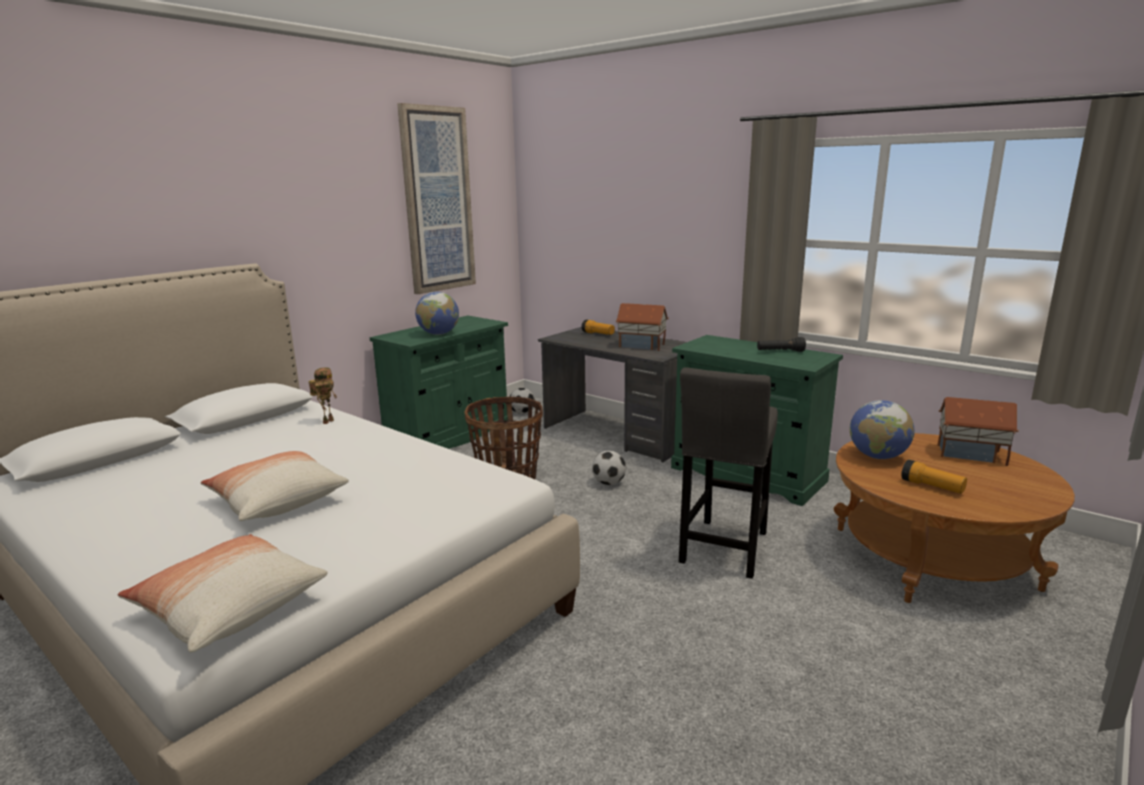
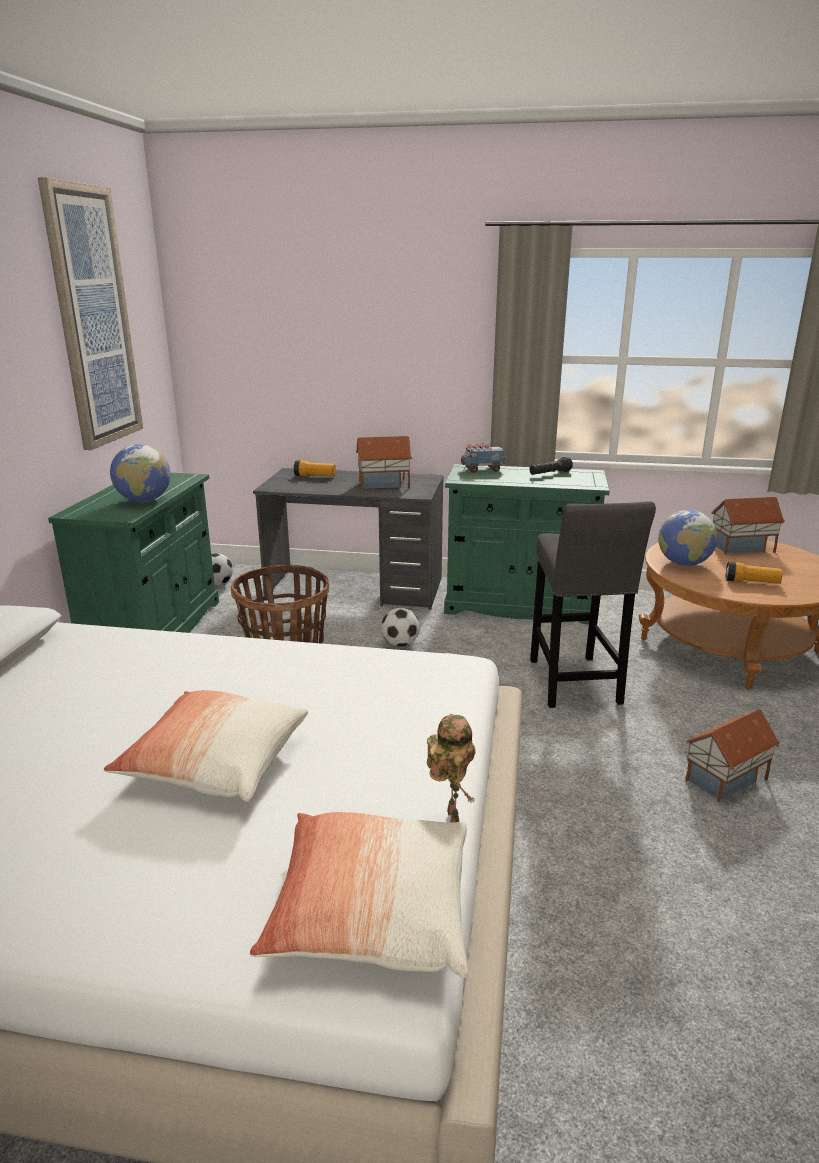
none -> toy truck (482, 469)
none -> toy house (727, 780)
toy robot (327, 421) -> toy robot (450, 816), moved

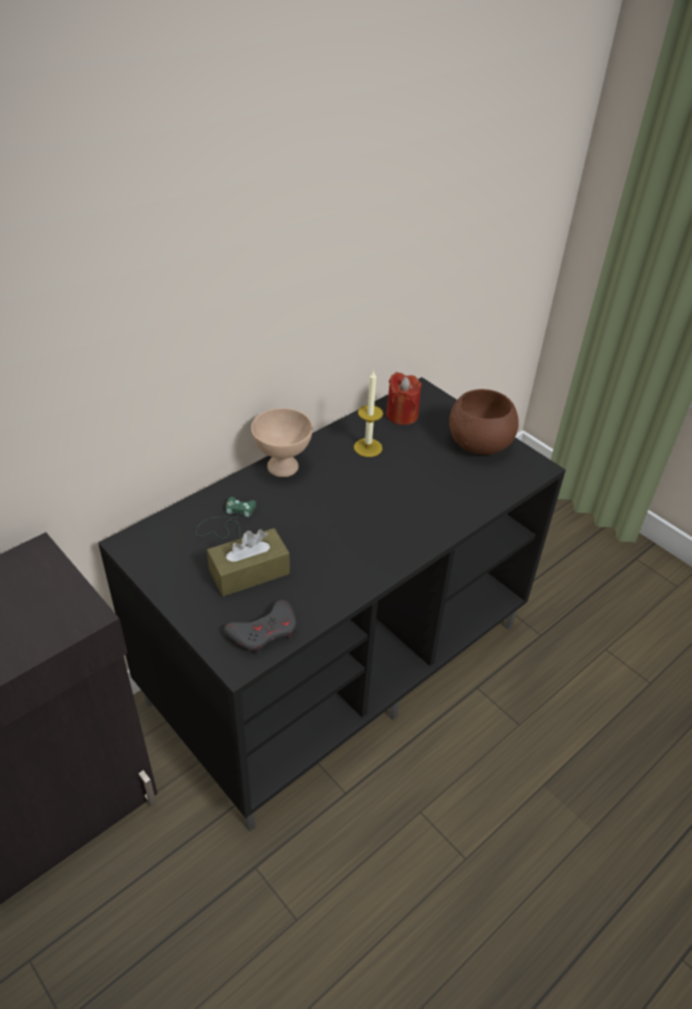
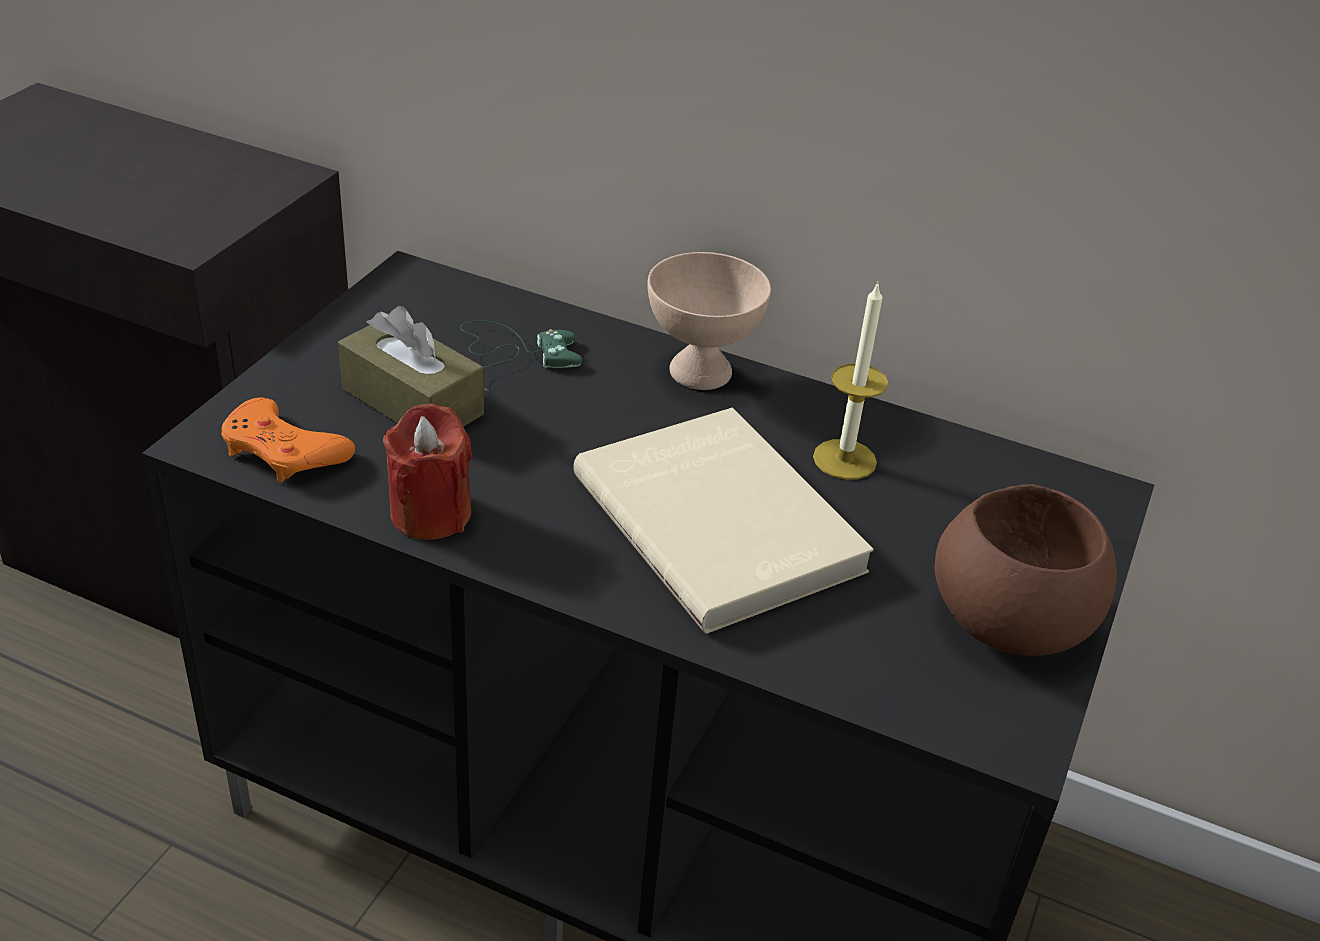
none -> beige book (722, 522)
red candle (402, 415) -> red candle (430, 514), moved
grey game controller (264, 631) -> orange game controller (284, 451)

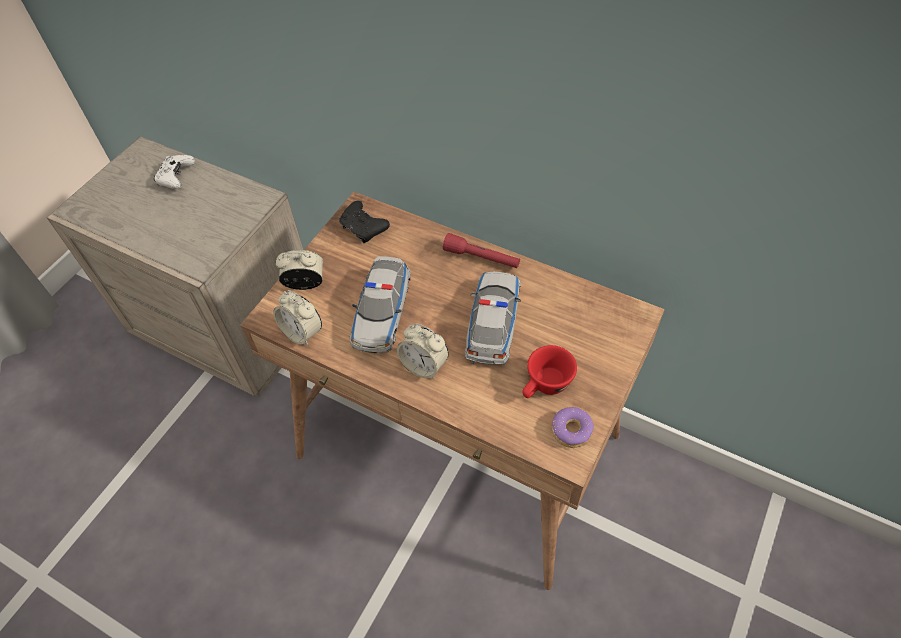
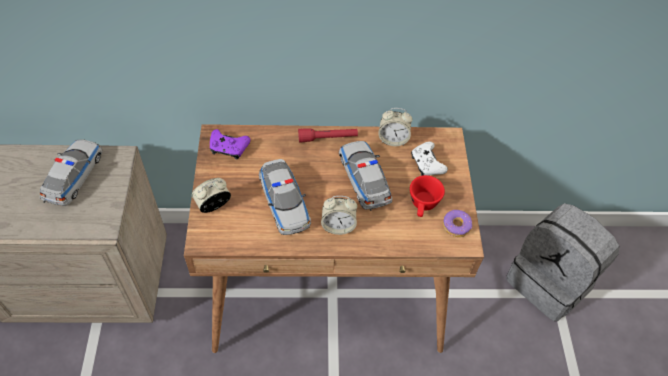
none -> toy car (74, 176)
none -> grey backpack (549, 282)
white game controller (176, 177) -> white game controller (426, 164), moved
alarm clock (302, 332) -> alarm clock (393, 139), moved
black game controller (363, 228) -> purple game controller (228, 148)

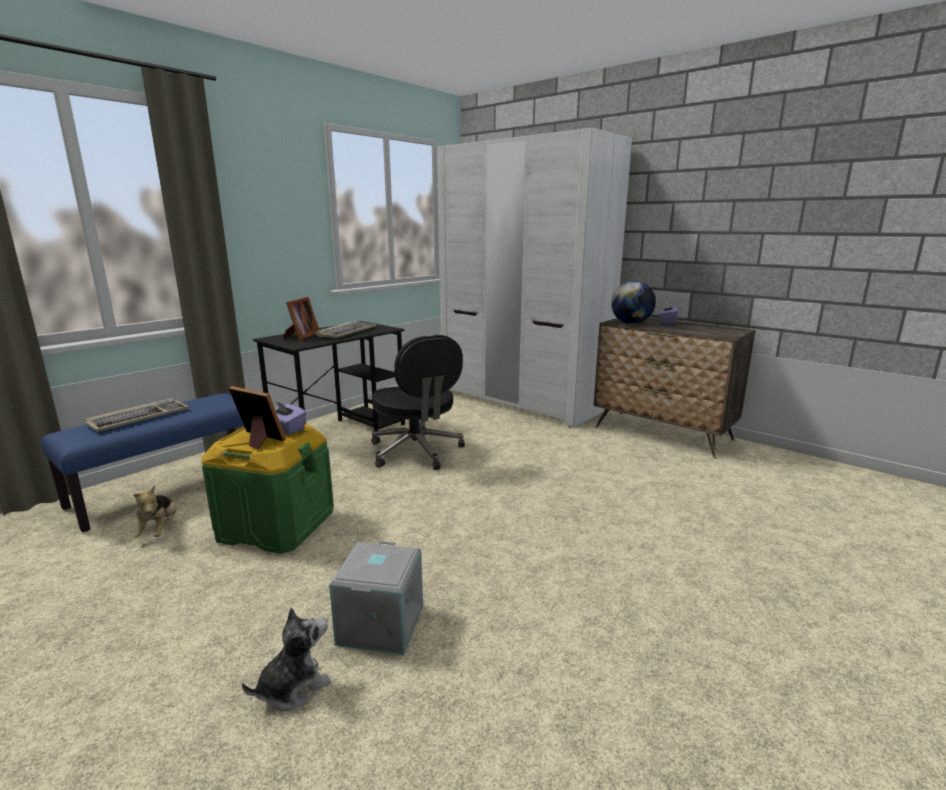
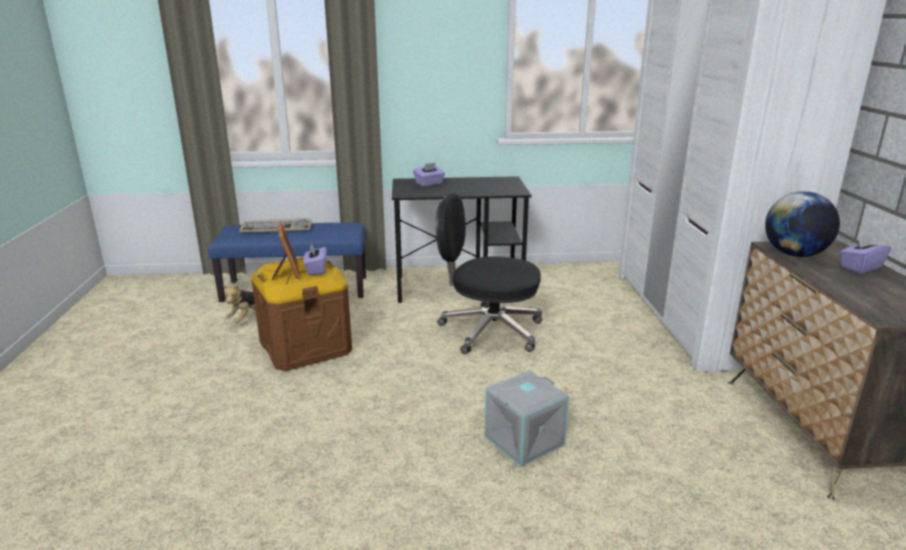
plush toy (293, 687) -> none
keyboard (346, 332) -> none
grey storage box (382, 625) -> grey storage box (524, 441), moved
picture frame (301, 336) -> purple tissue box (429, 184)
green storage box (276, 525) -> brown storage box (305, 347)
black office chair (417, 452) -> black office chair (488, 330), 90 degrees clockwise

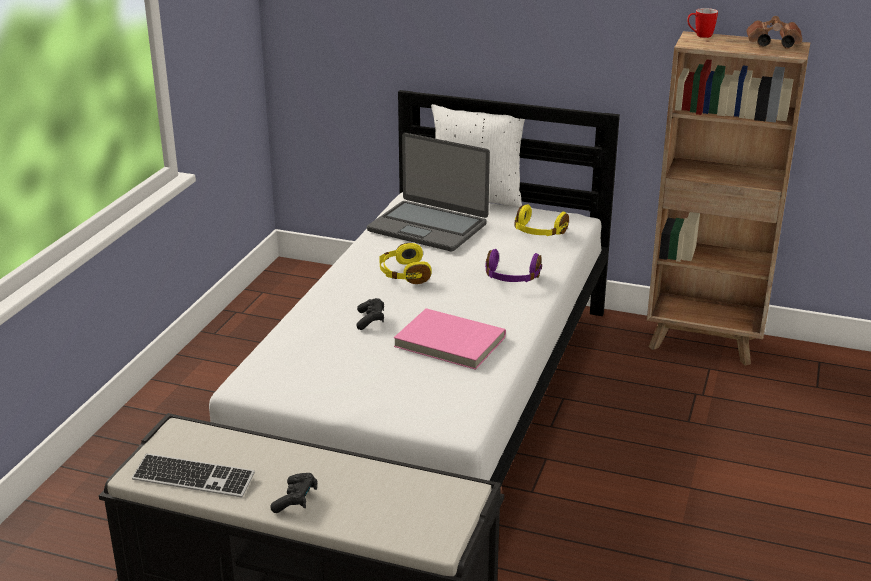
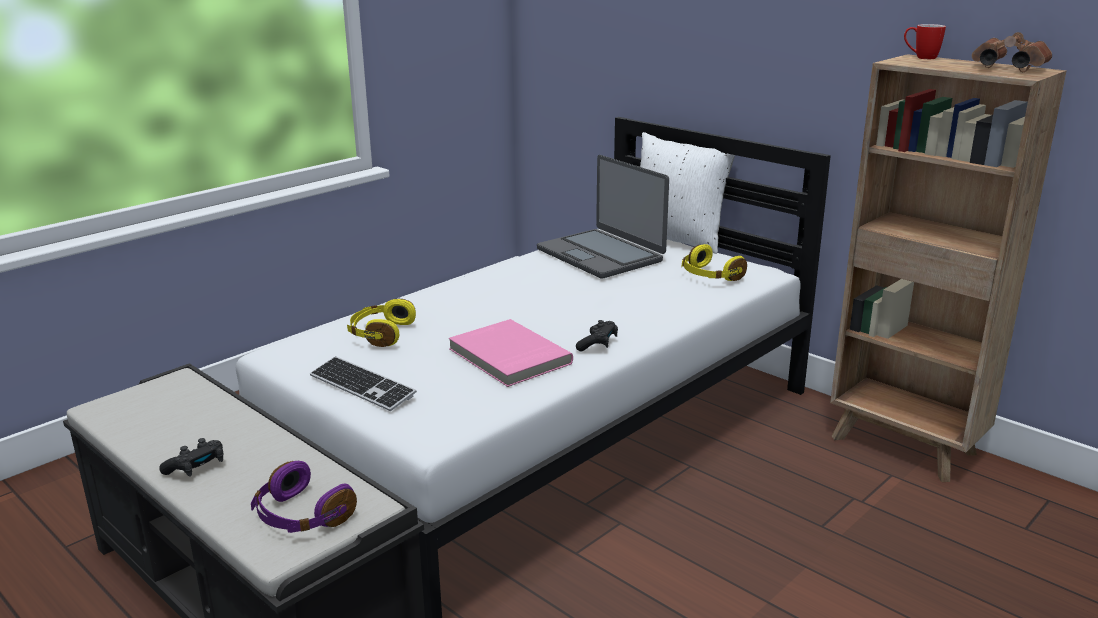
keyboard (193, 478) -> keyboard (362, 386), moved
black game controller (370, 320) -> black game controller (597, 344), moved
yellow headphones (403, 274) -> yellow headphones (380, 334), moved
purple headphones (511, 278) -> purple headphones (301, 516), moved

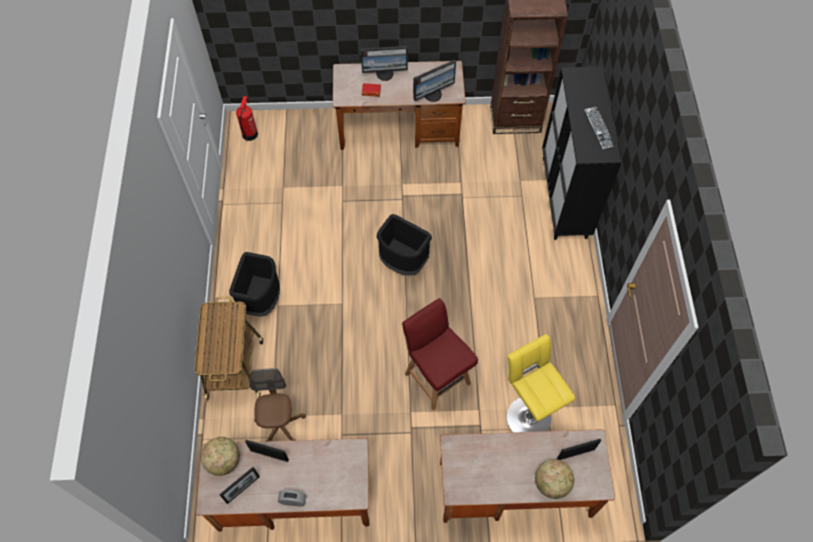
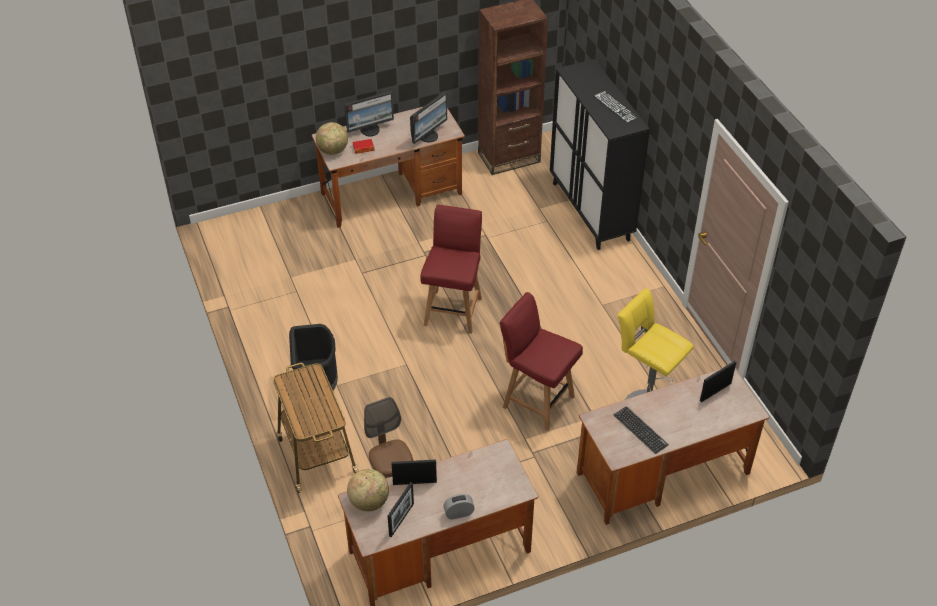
fire extinguisher (250, 134) -> none
none -> keyboard (640, 430)
globe (551, 483) -> globe (333, 151), moved
black trash can (403, 262) -> red chair (453, 310)

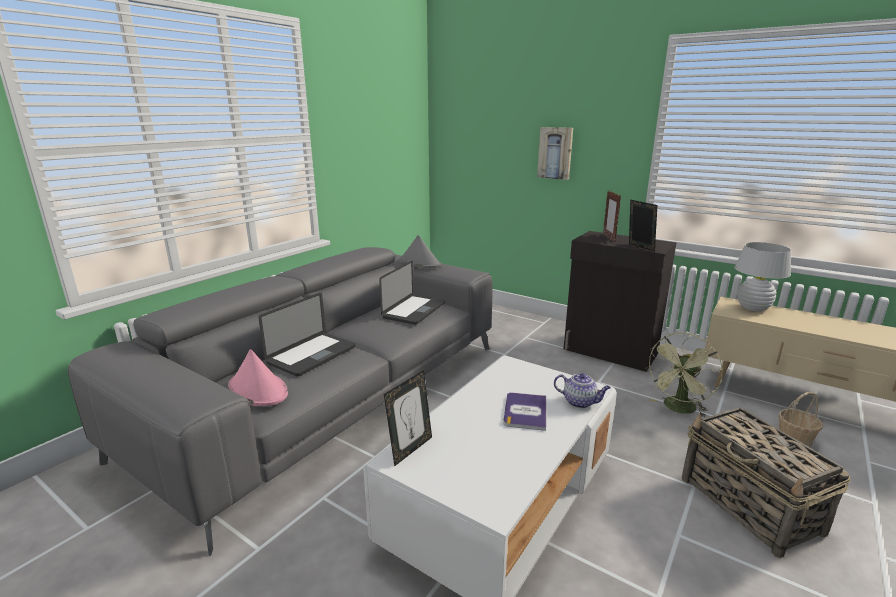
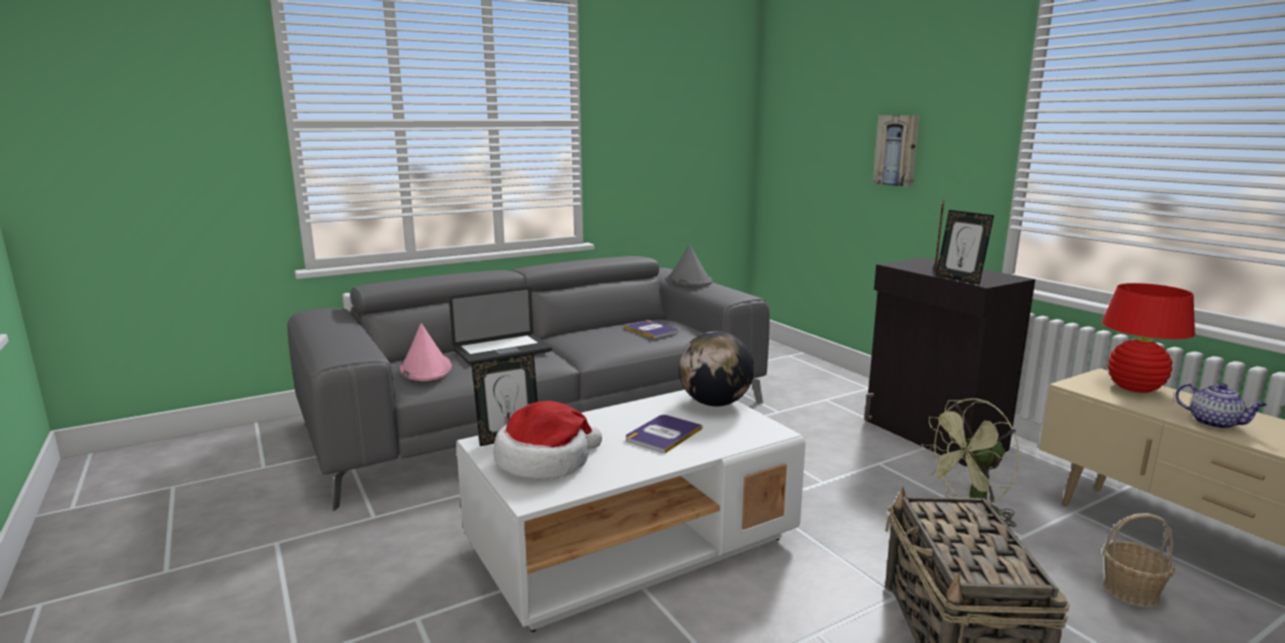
none -> hat (545, 461)
none -> globe (715, 403)
teapot (580, 402) -> teapot (1215, 423), moved
laptop (414, 310) -> book (652, 330)
white table lamp (753, 308) -> red table lamp (1135, 388)
picture frame (639, 248) -> picture frame (960, 279), 150 degrees clockwise

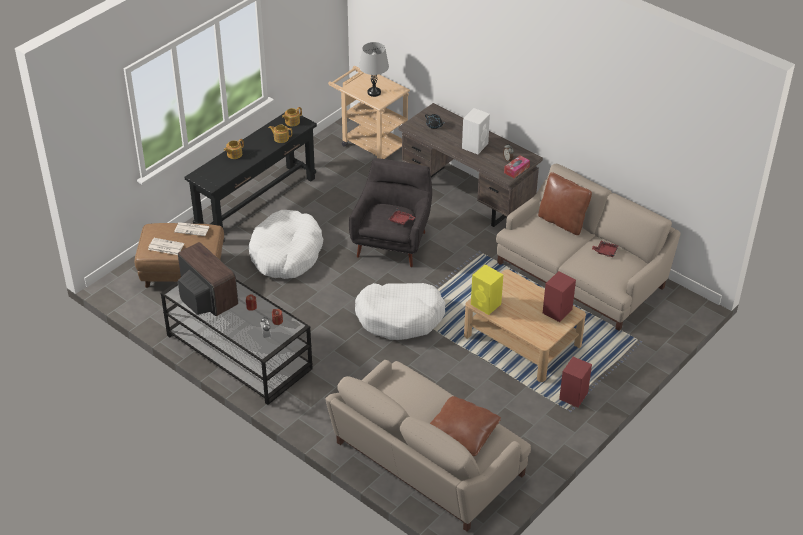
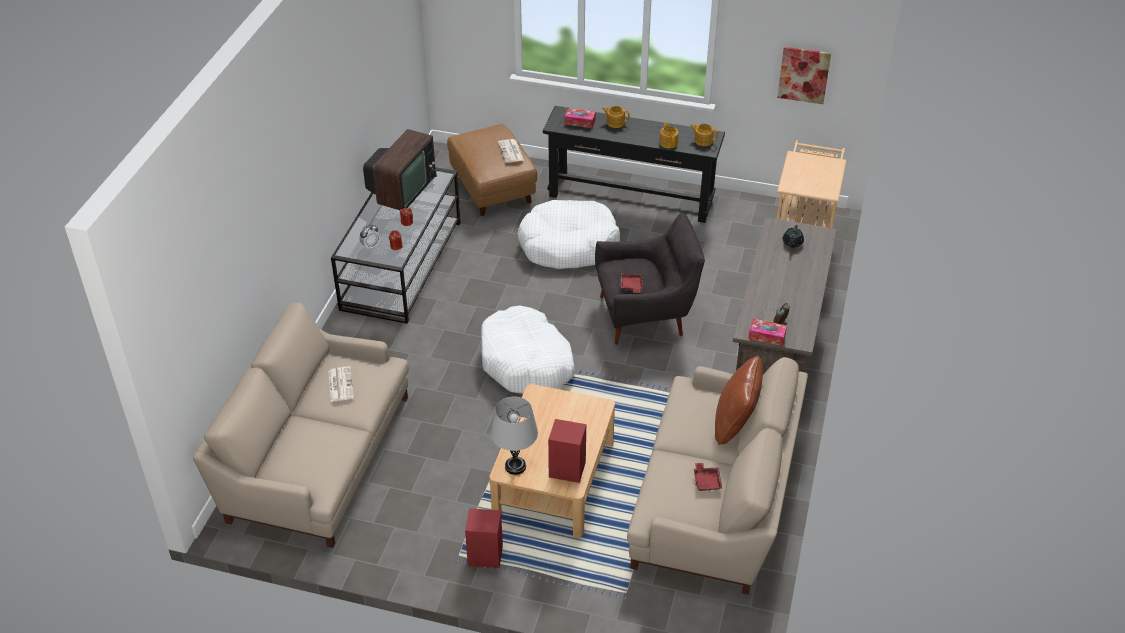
brown pillow (462, 433) -> none
white speaker (475, 145) -> none
yellow speaker (486, 304) -> none
none -> tissue box (580, 122)
none -> picture (804, 74)
newspaper (165, 247) -> newspaper (340, 384), moved
grey table lamp (374, 92) -> grey table lamp (515, 466), moved

